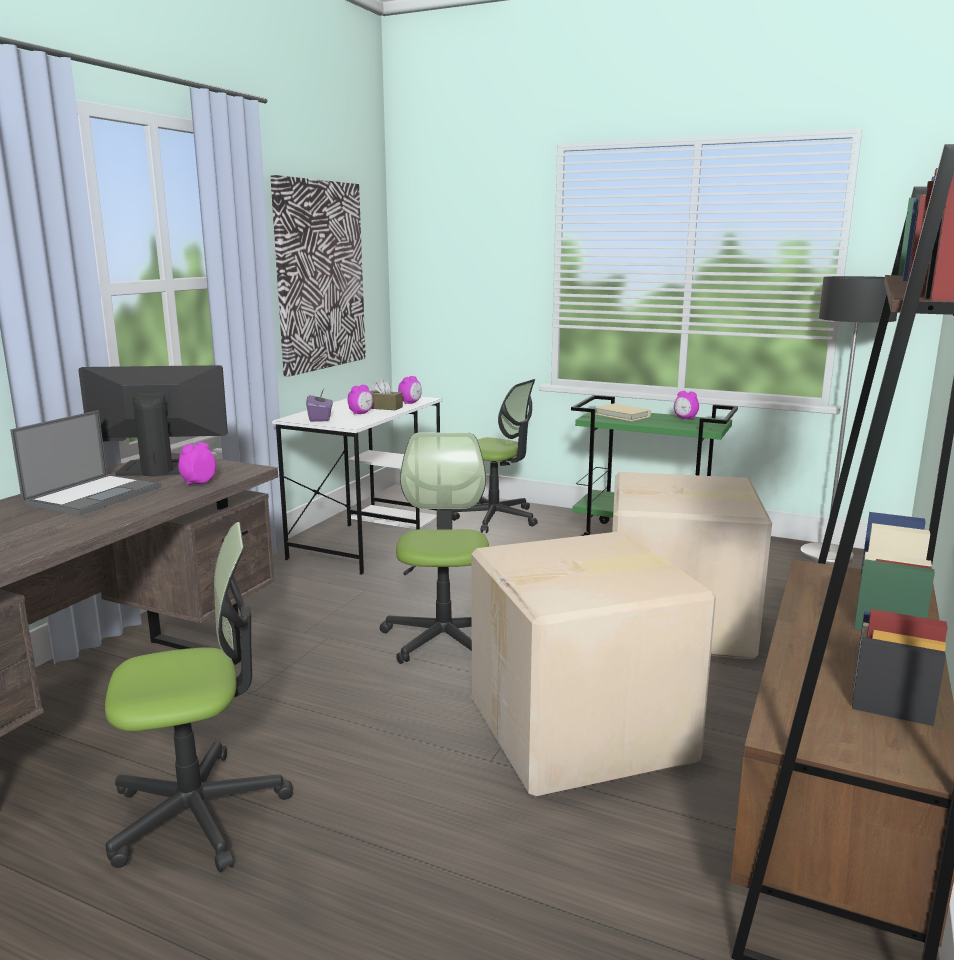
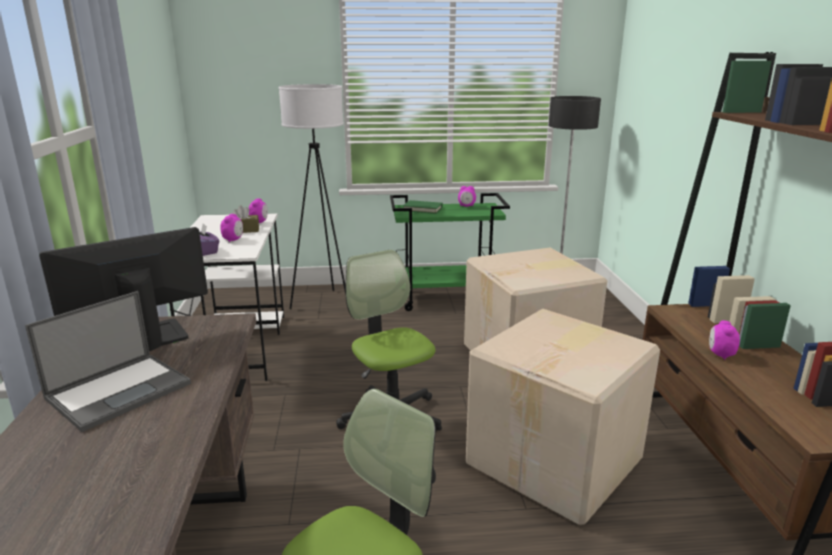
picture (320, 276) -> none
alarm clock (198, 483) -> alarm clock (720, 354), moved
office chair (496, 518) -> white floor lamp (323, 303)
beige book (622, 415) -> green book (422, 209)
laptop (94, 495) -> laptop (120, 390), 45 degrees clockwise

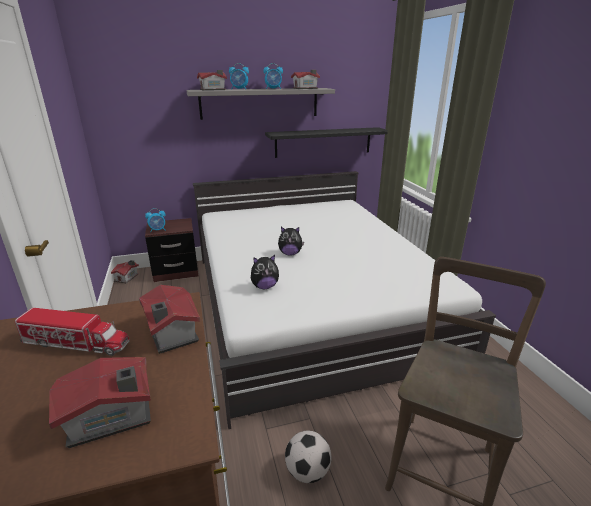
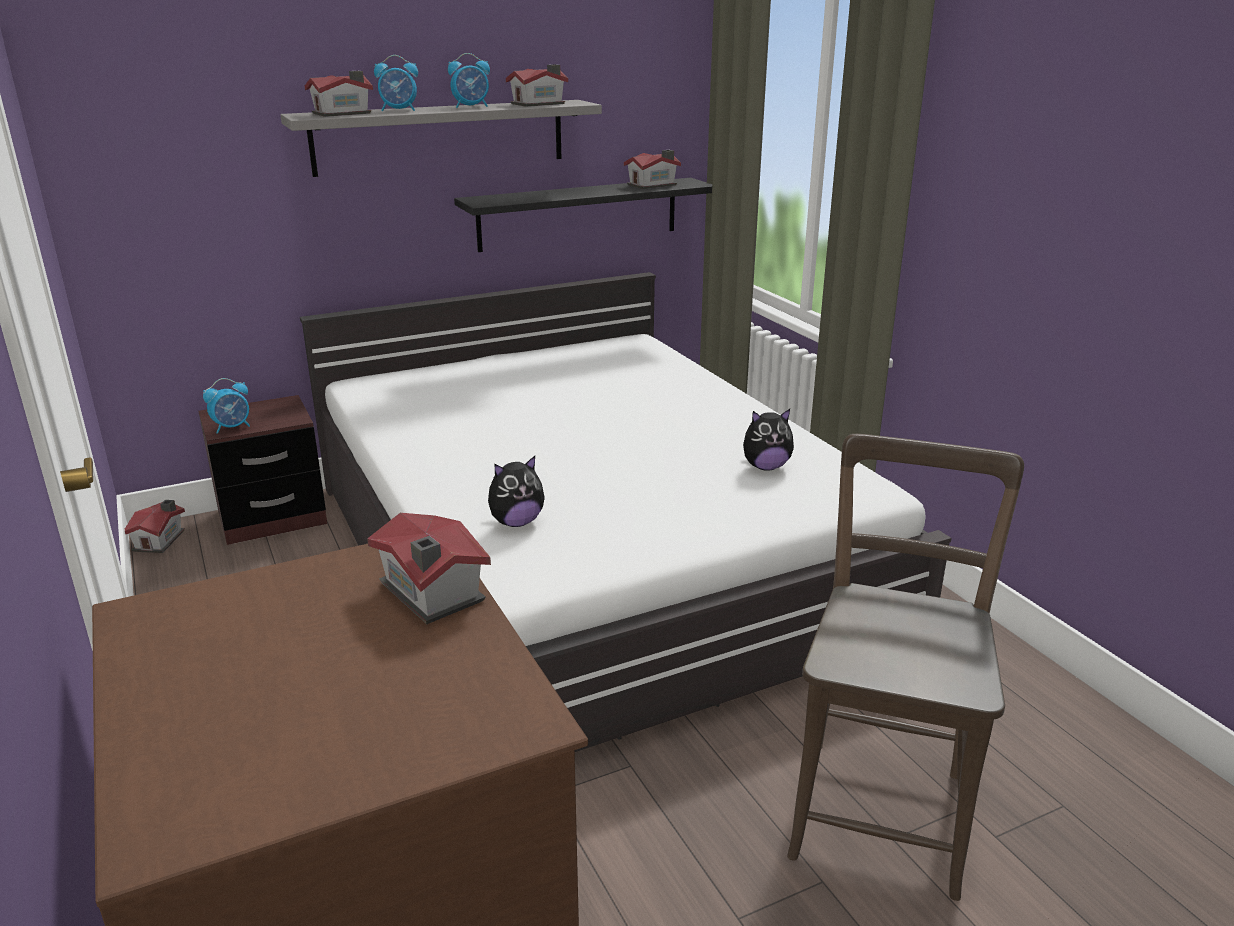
toy truck (76, 343) -> none
football (307, 471) -> none
toy house (113, 417) -> toy house (653, 185), moved
plush toy (290, 254) -> plush toy (765, 467), moved

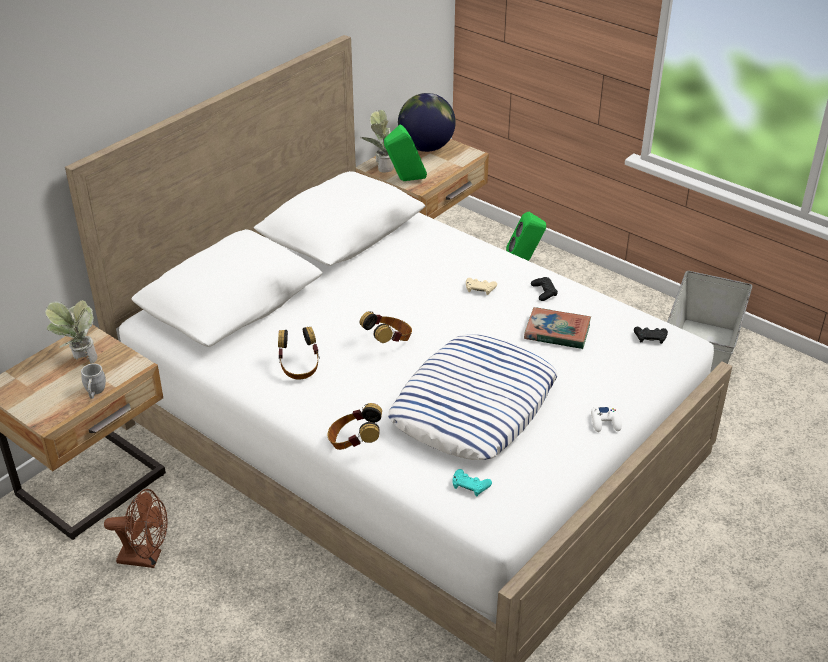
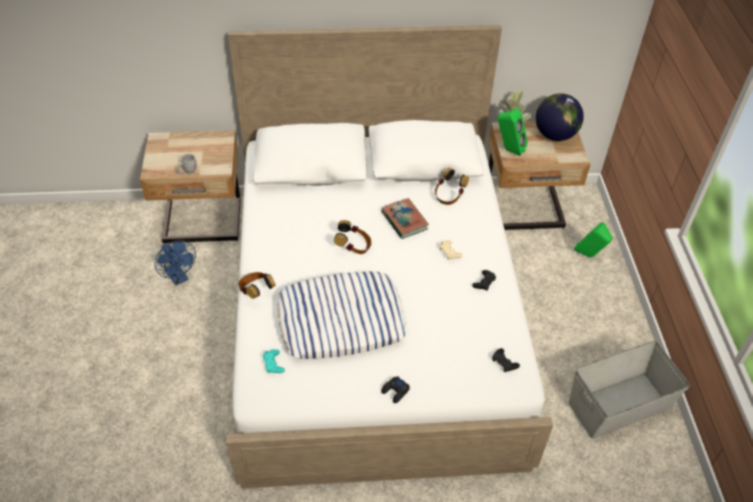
potted plant (79, 359) -> none
headphones (299, 367) -> headphones (449, 196), moved
book (557, 332) -> book (404, 221), moved
brown fan (146, 558) -> blue fan (179, 278)
white game controller (605, 422) -> black game controller (395, 391)

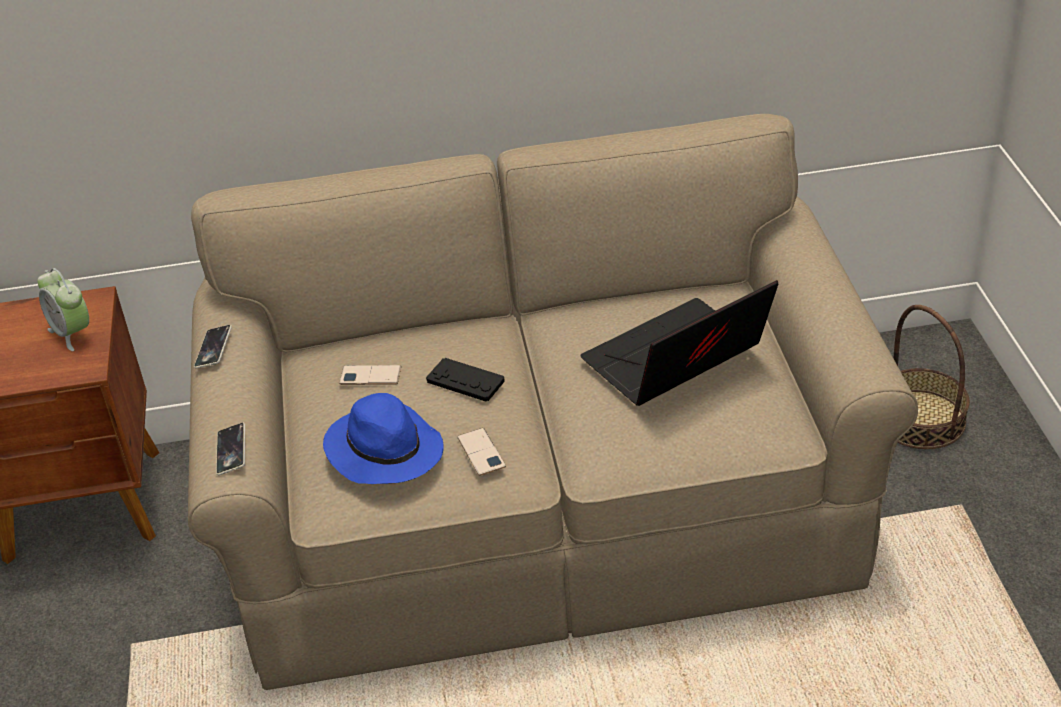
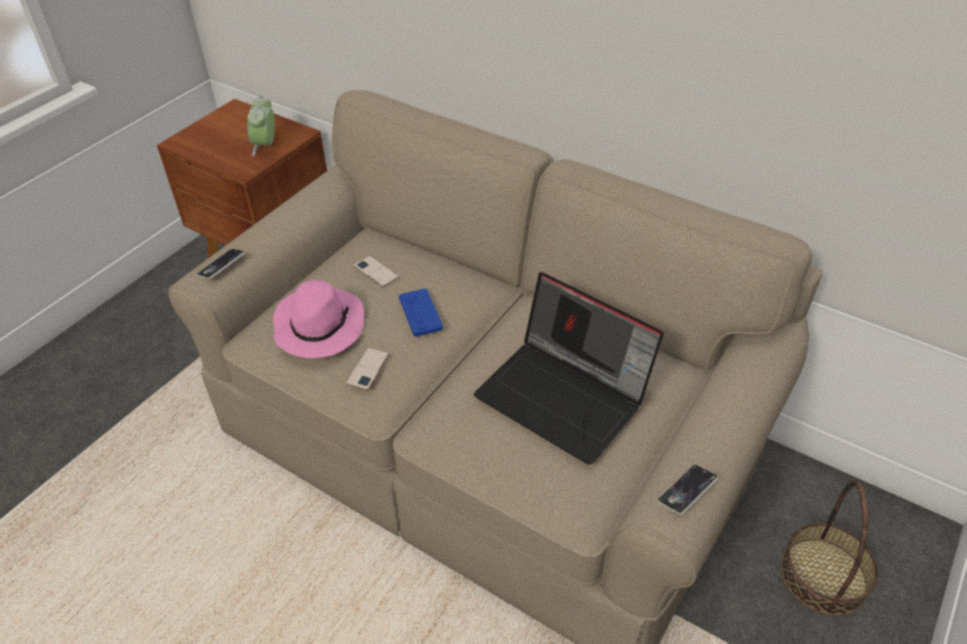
phone (213, 350) -> phone (687, 491), moved
blue hat (383, 450) -> pink hat (318, 325)
black game controller (465, 381) -> blue game controller (420, 313)
laptop (675, 362) -> laptop (565, 396), 150 degrees counterclockwise

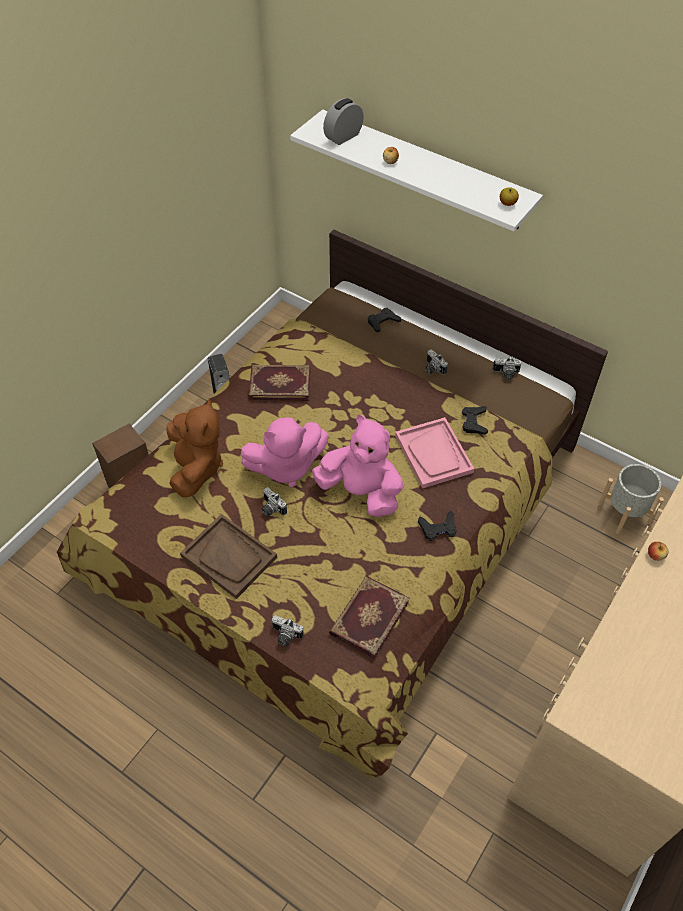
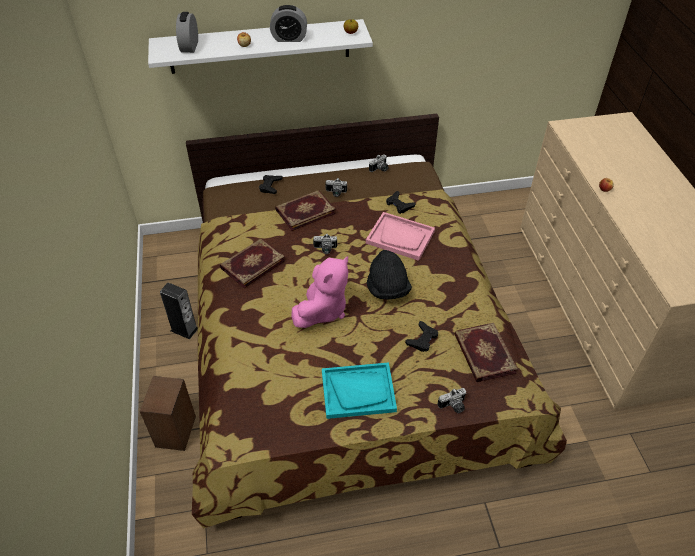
brown plush toy (196, 468) -> none
grey planter (625, 513) -> none
none -> alarm clock (289, 38)
none -> book (305, 211)
photo camera (271, 509) -> photo camera (325, 249), moved
black game controller (438, 528) -> black game controller (422, 339), moved
pink plush toy (361, 492) -> black hat (387, 289)
brown tray (229, 557) -> turquoise tray (358, 391)

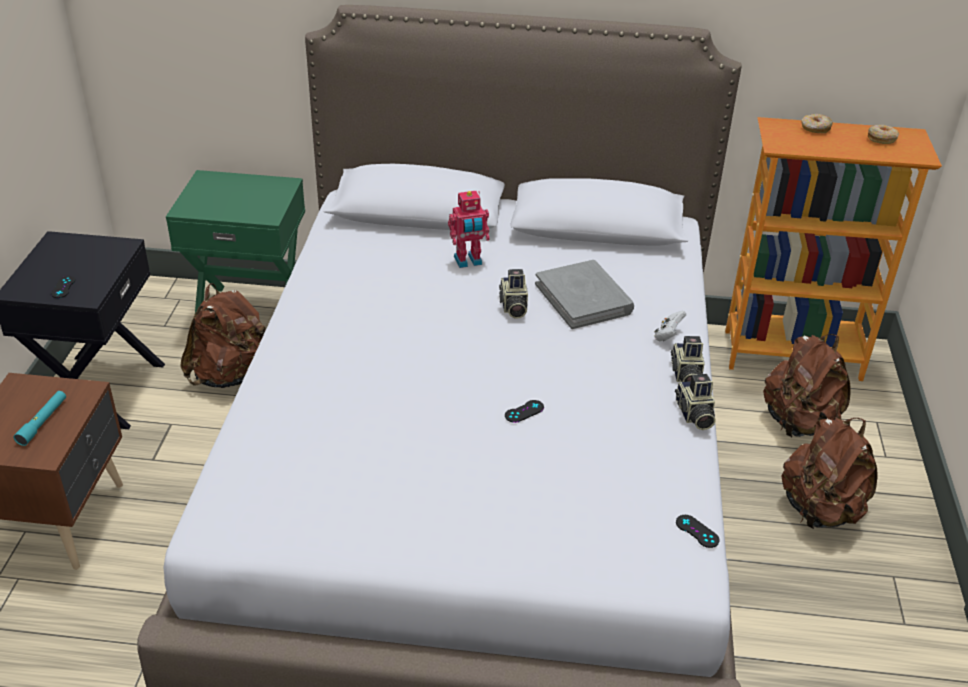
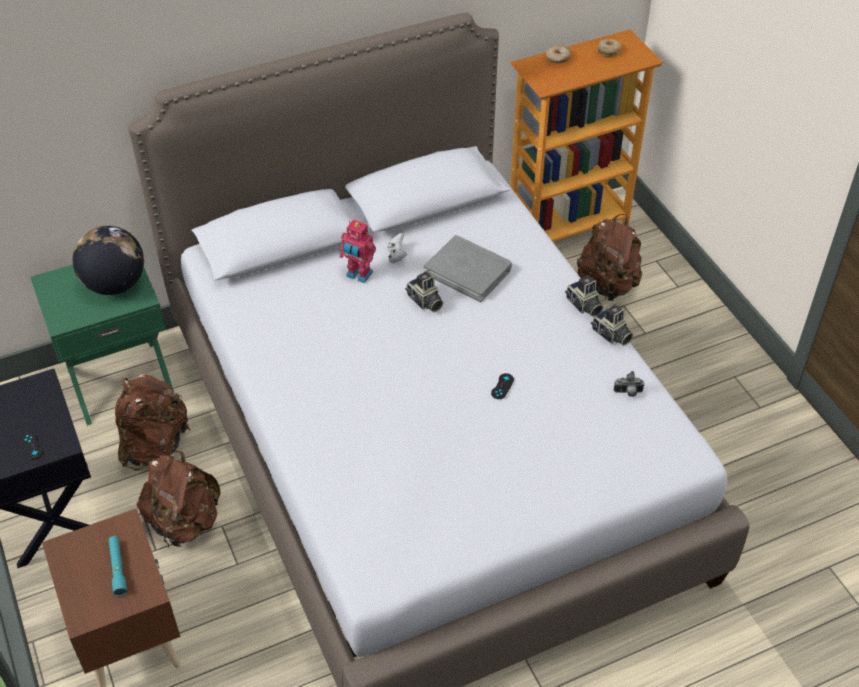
black game controller (697, 531) -> none
none -> globe (115, 284)
none -> photo camera (628, 393)
white game controller (668, 335) -> white game controller (396, 255), moved
brown backpack (820, 510) -> brown backpack (184, 523), moved
toy robot (468, 261) -> toy robot (358, 275), 75 degrees clockwise

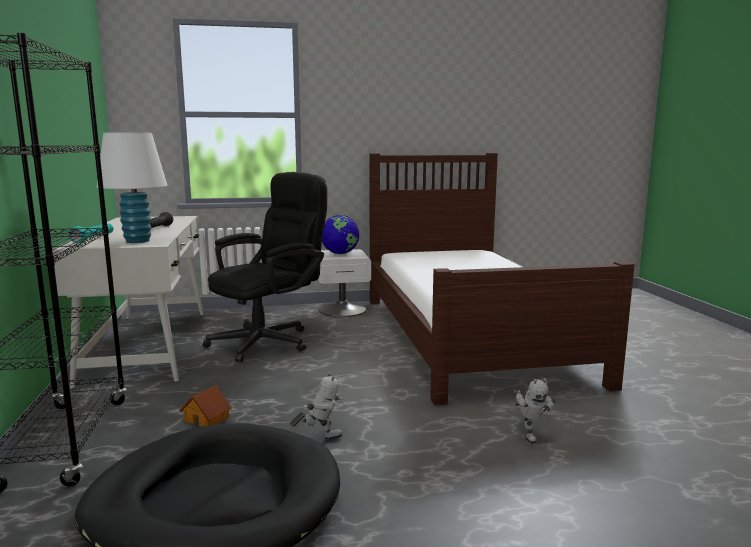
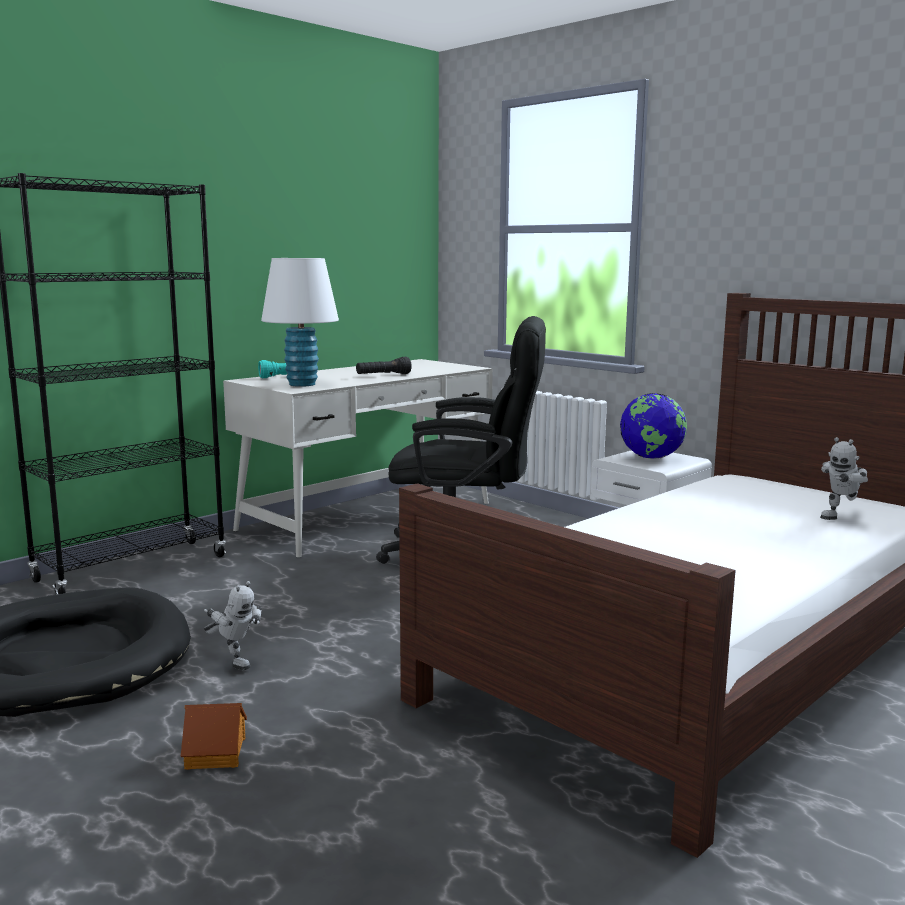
toy house (207, 419) -> toy house (217, 752), moved
toy robot (529, 435) -> toy robot (841, 518), moved

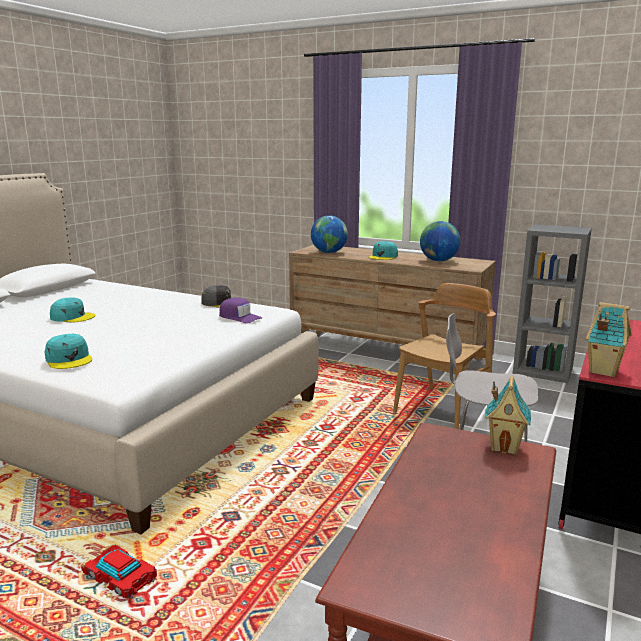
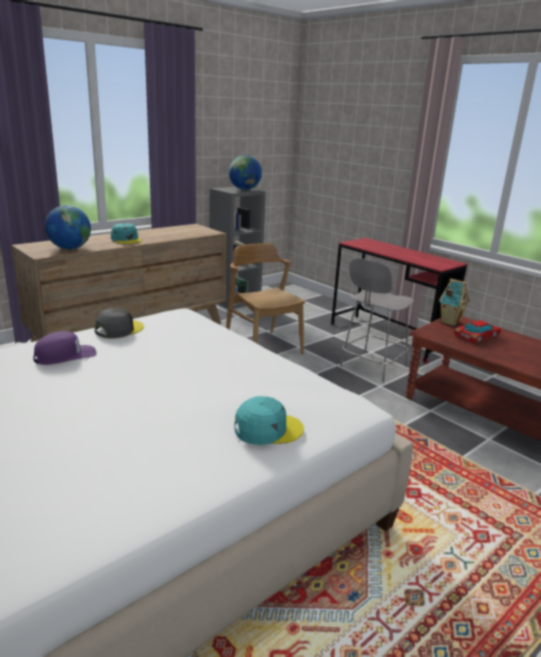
turquoise cap (72, 317) -> none
toy house (602, 371) -> none
toy car (119, 577) -> toy car (477, 336), moved
purple cap (239, 317) -> purple cap (65, 355), moved
globe (438, 261) -> globe (244, 189), moved

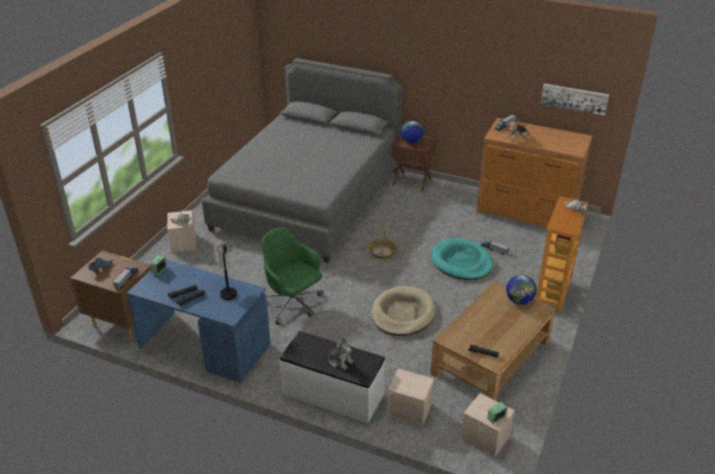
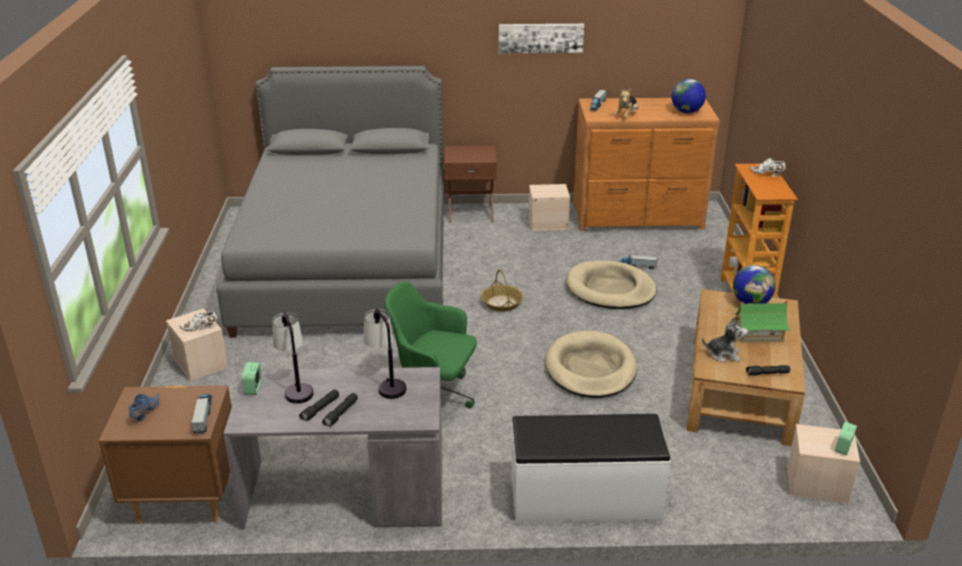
none -> table lamp (295, 387)
none -> toy house (758, 334)
plush toy (340, 361) -> plush toy (723, 354), moved
beige storage box (410, 409) -> beige storage box (548, 223), moved
globe (411, 142) -> globe (686, 112), moved
picture (574, 98) -> picture (540, 37), moved
blue desk (203, 346) -> grey desk (344, 494)
turquoise dog bed (461, 262) -> beige dog bed (610, 289)

